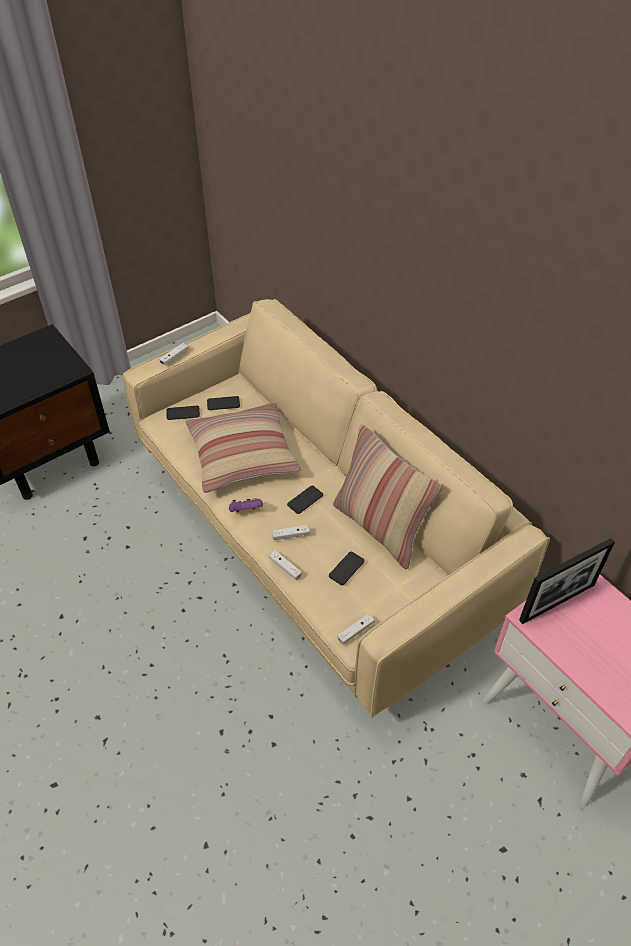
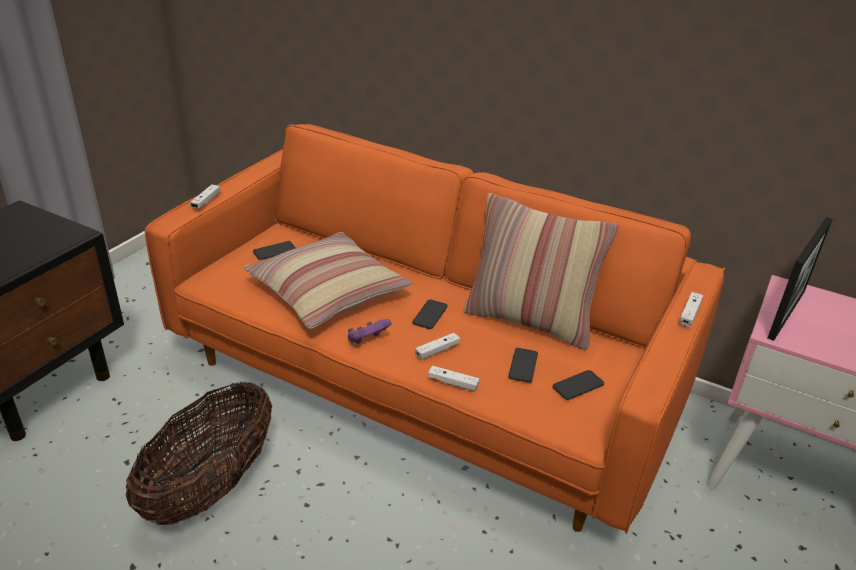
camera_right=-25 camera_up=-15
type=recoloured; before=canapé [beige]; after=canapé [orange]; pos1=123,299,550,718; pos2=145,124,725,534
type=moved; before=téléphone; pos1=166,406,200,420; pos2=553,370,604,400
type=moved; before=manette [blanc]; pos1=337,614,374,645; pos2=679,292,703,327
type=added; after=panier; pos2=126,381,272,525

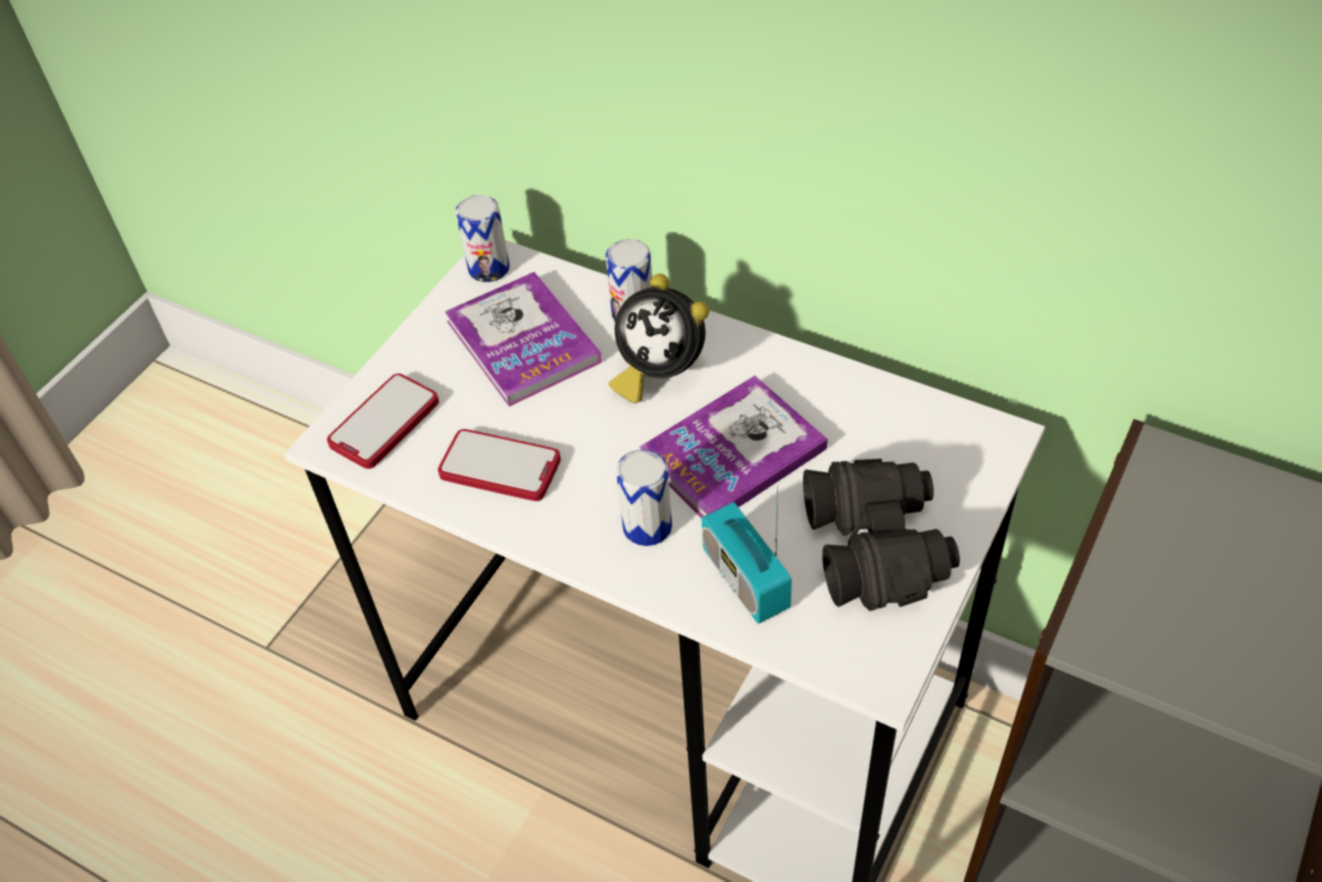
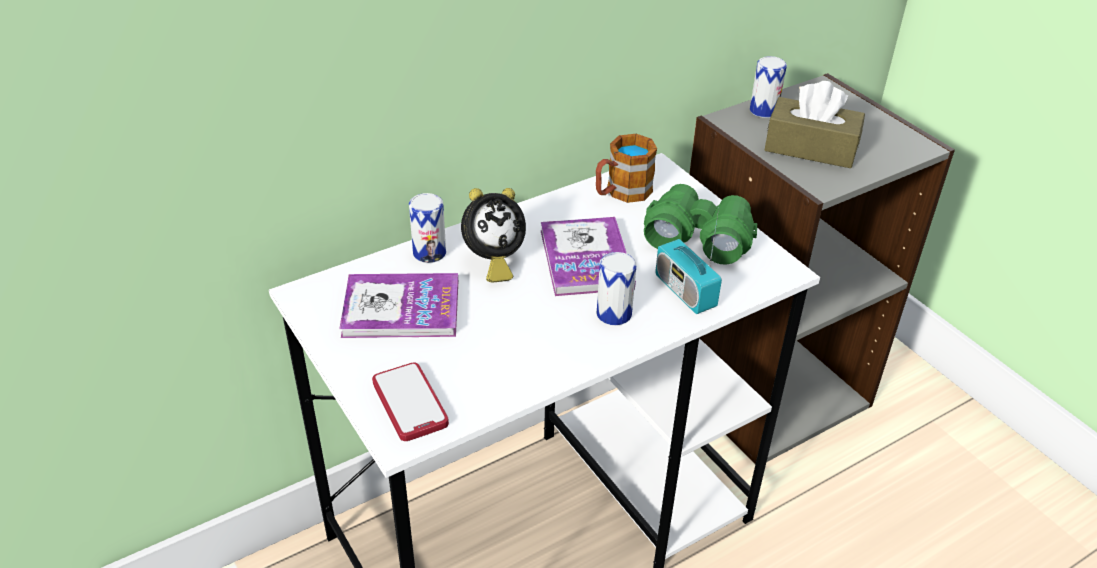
camera_right=-65 camera_up=-10
type=removed; before=téléphone; pos1=438,429,561,501
type=moved; before=boîte métallique; pos1=455,195,510,282; pos2=750,56,787,118
type=turned; before=radio; pos1=701,486,792,624; pos2=655,208,722,314; turn=60
type=recoloured; before=jumelles [noir]; after=jumelles [vert]; pos1=803,459,960,611; pos2=644,184,757,265
type=added; after=mug; pos2=596,134,657,203
type=added; after=boîte à mouchoirs [marron]; pos2=765,81,865,168

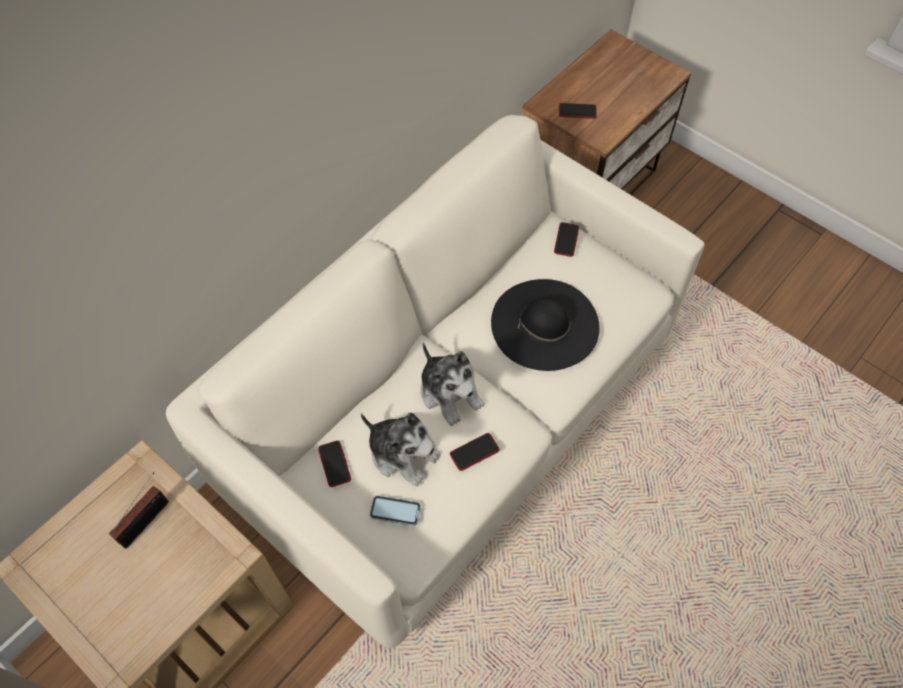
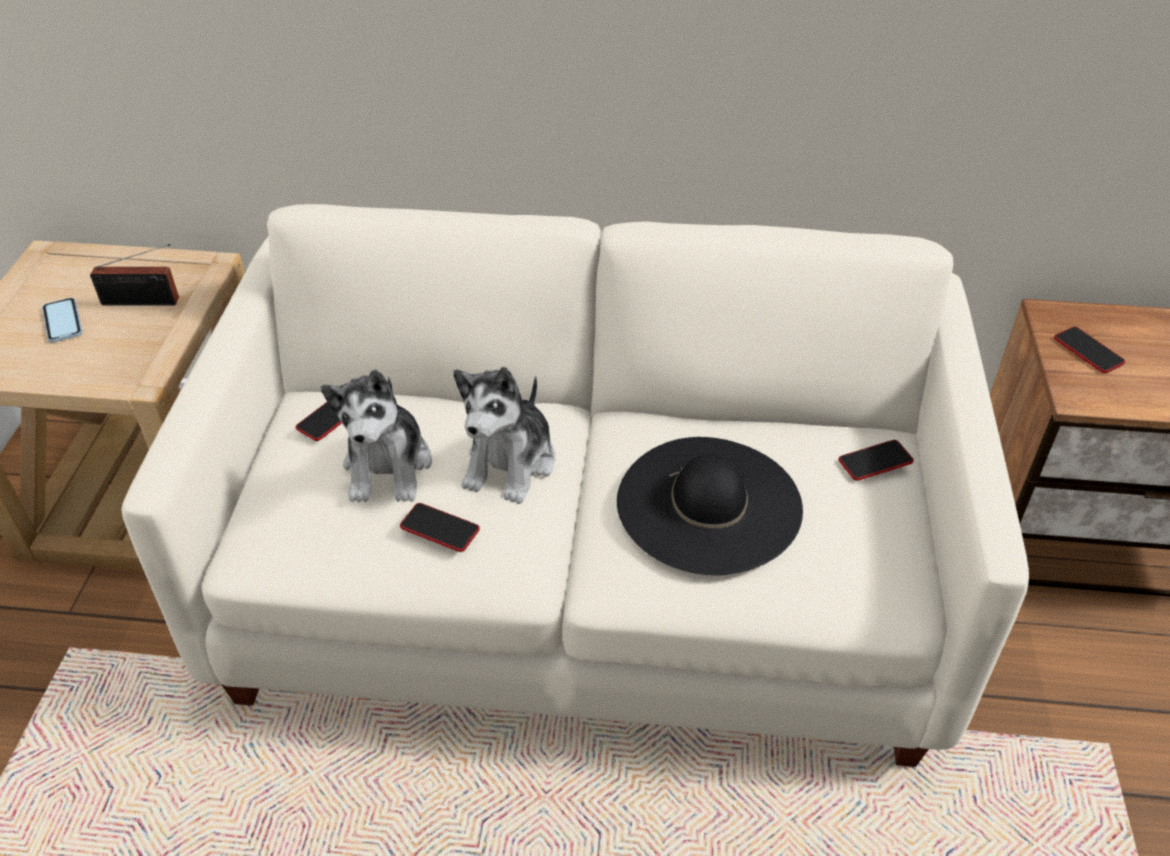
camera_right=55 camera_up=-15
type=moved; before=téléphone; pos1=370,495,421,526; pos2=42,298,83,343

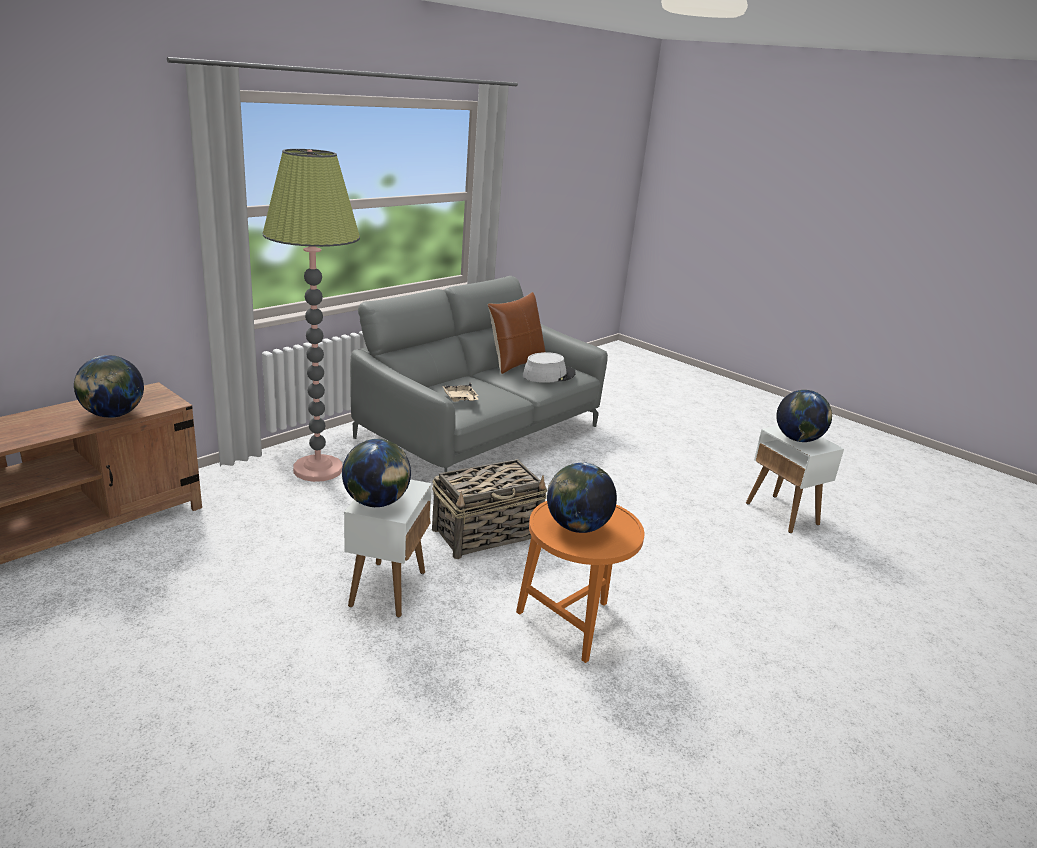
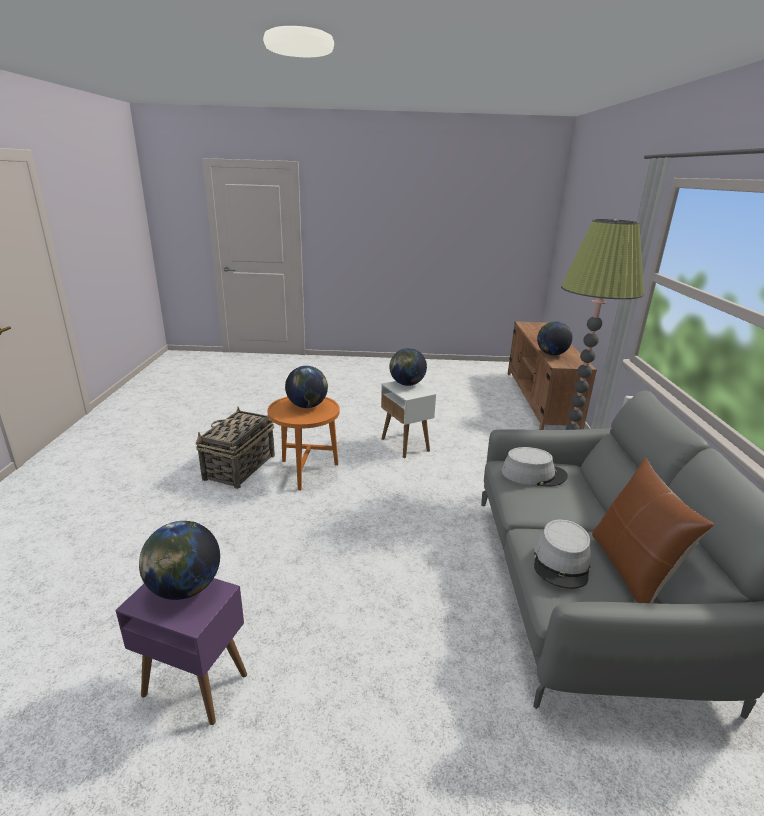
camera_right=140 camera_up=0
type=moved; before=panier; pos1=432,459,548,559; pos2=196,407,275,489
type=replaced; before=plateau [beige]; after=chapeau [gris]; pos1=442,383,479,402; pos2=501,447,568,486
type=recoloured; before=table d'appoint [blanc]; after=table d'appoint [violet]; pos1=746,426,844,533; pos2=116,578,247,725

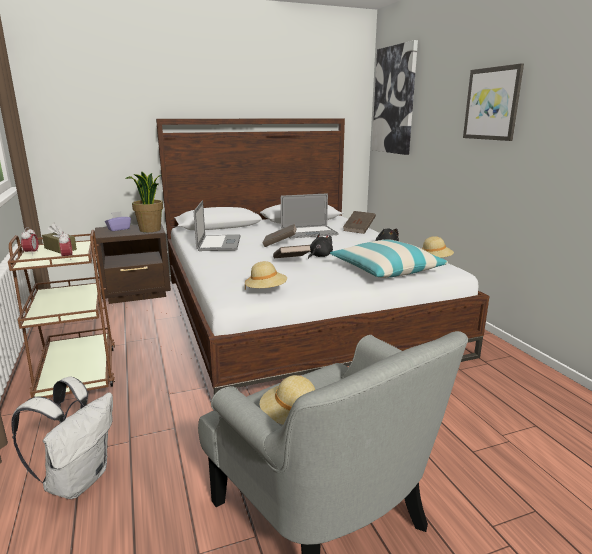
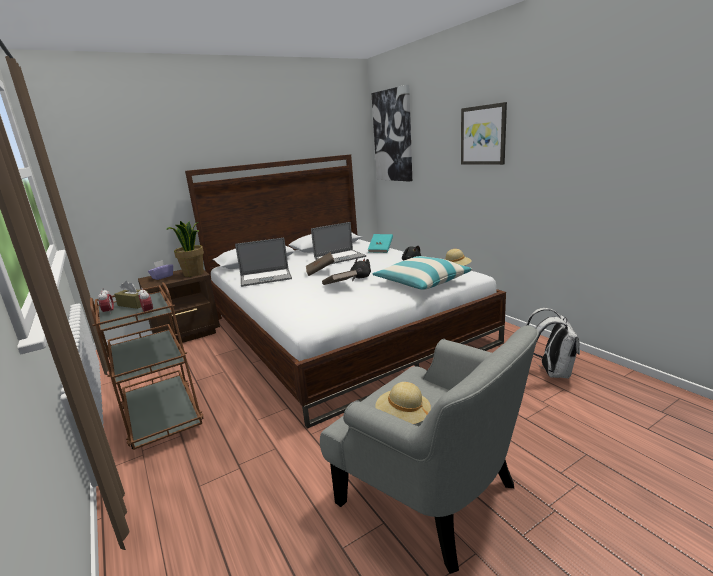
camera_right=-10 camera_up=0
type=moved; before=sac à dos [blanc]; pos1=11,376,113,499; pos2=526,308,580,379
type=turned; before=ordinateur portable; pos1=194,200,240,251; pos2=235,238,292,287; turn=90
type=removed; before=chapeau [beige]; pos1=245,261,287,289
type=recoloured; before=livre [marron]; after=livre [turquoise]; pos1=343,211,376,234; pos2=368,234,393,253

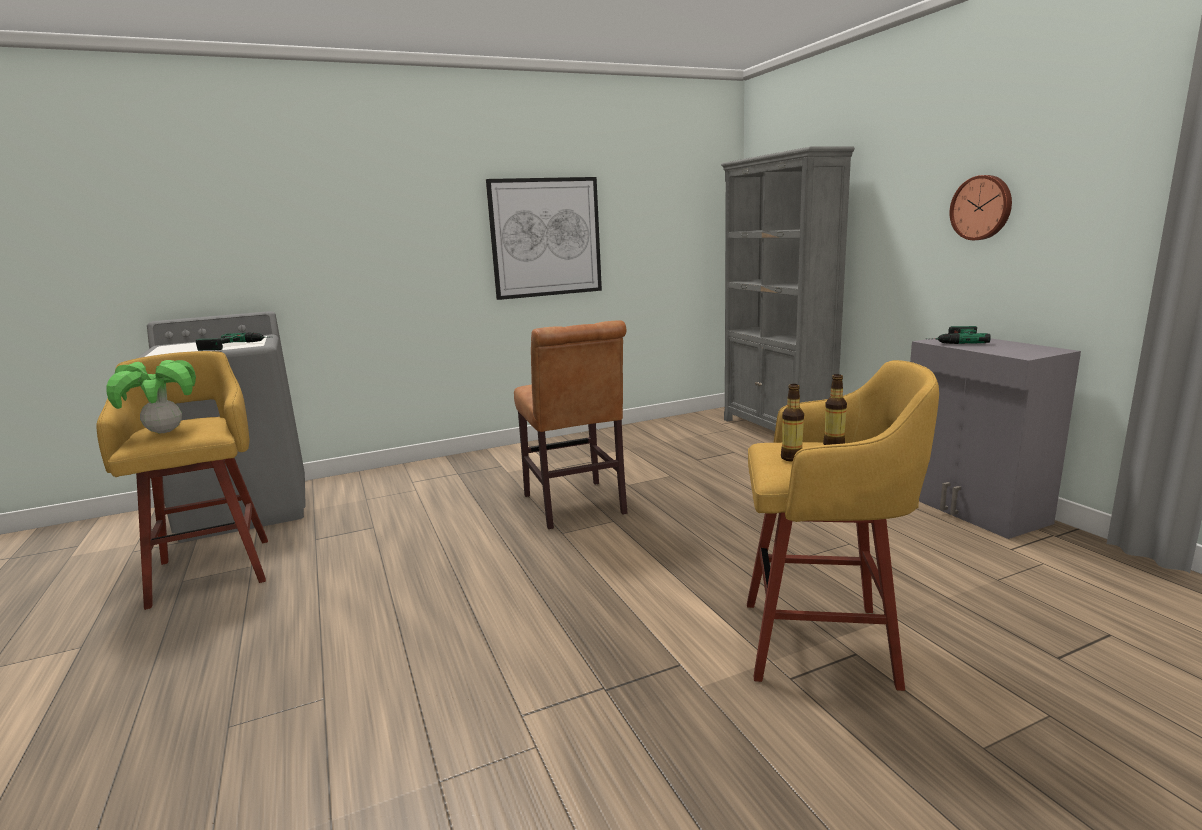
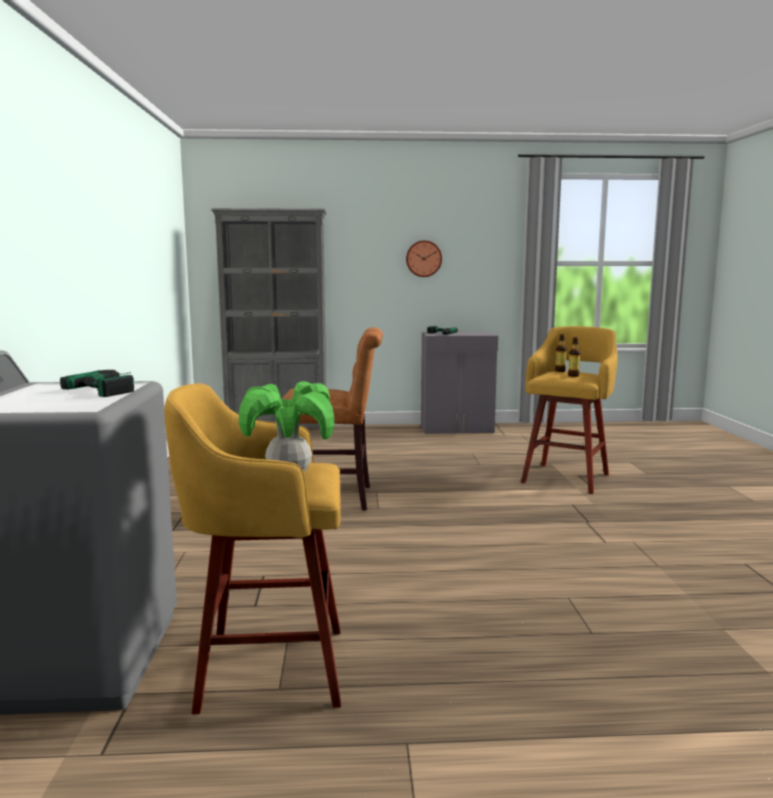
camera_right=-70 camera_up=-5
type=removed; before=tableau; pos1=486,177,602,300

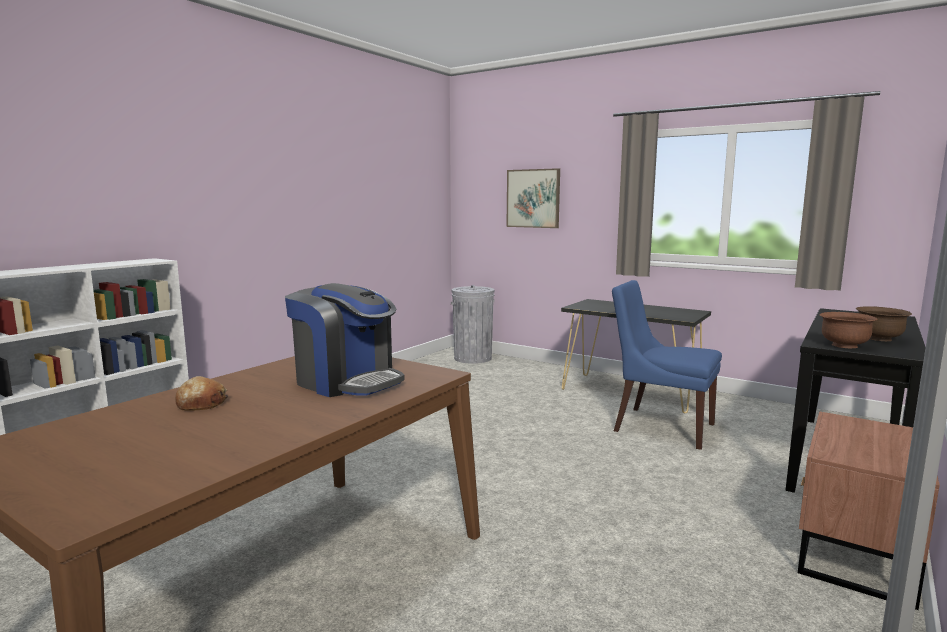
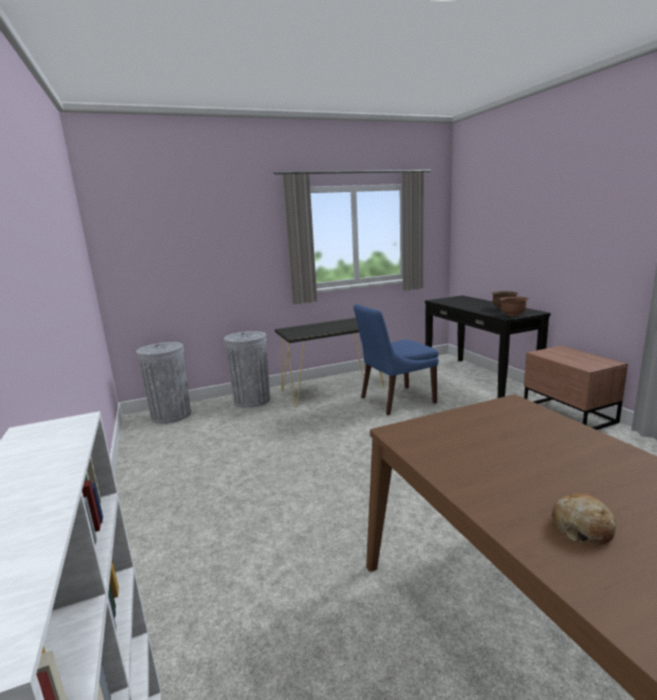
camera_right=-55 camera_up=5
type=removed; before=machine à café; pos1=285,283,405,397
type=removed; before=tableau; pos1=506,168,560,228
type=added; after=poubelle [gris]; pos2=224,331,270,408

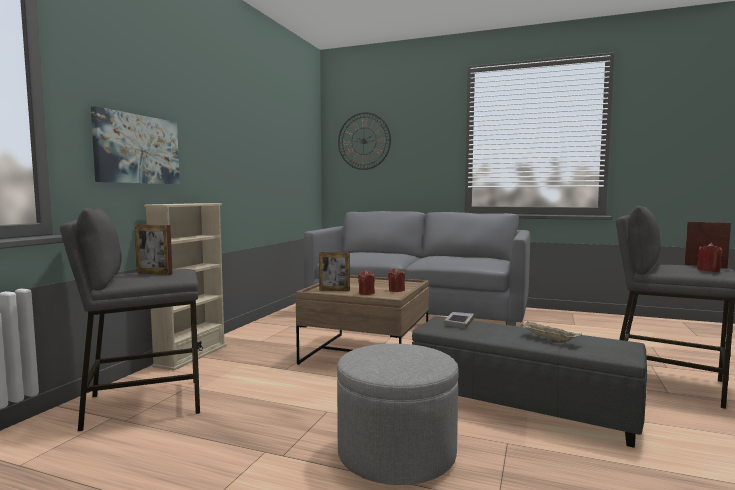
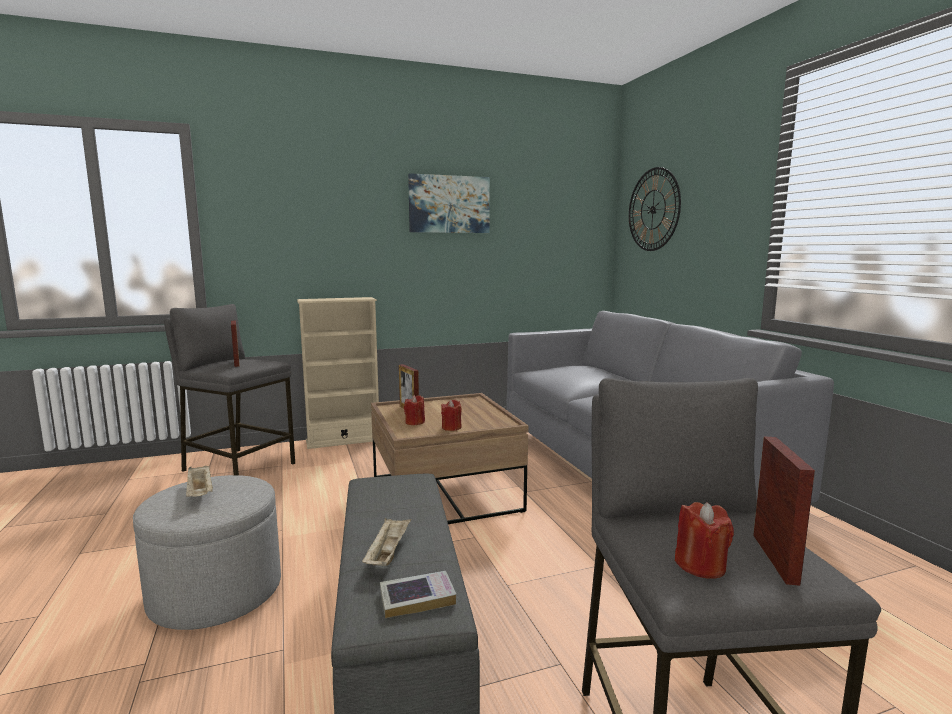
camera_right=50 camera_up=5
type=moved; before=tableau; pos1=91,106,180,184; pos2=408,173,490,233
type=moved; before=livre; pos1=444,312,474,329; pos2=380,571,456,618
type=added; after=plateau [beige]; pos2=186,465,213,497

